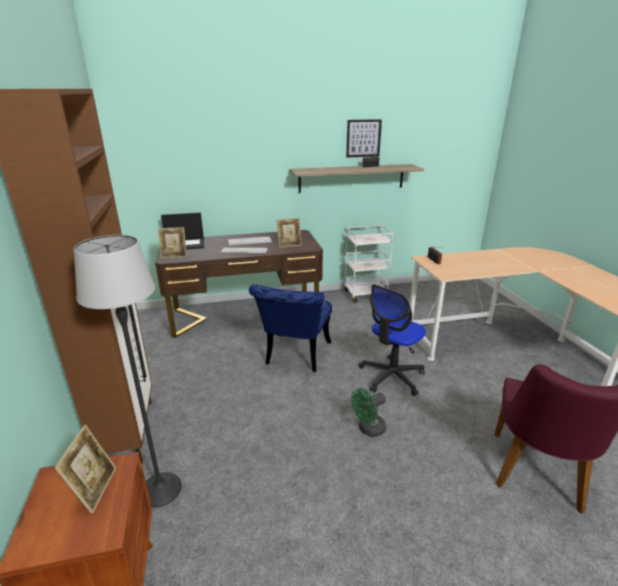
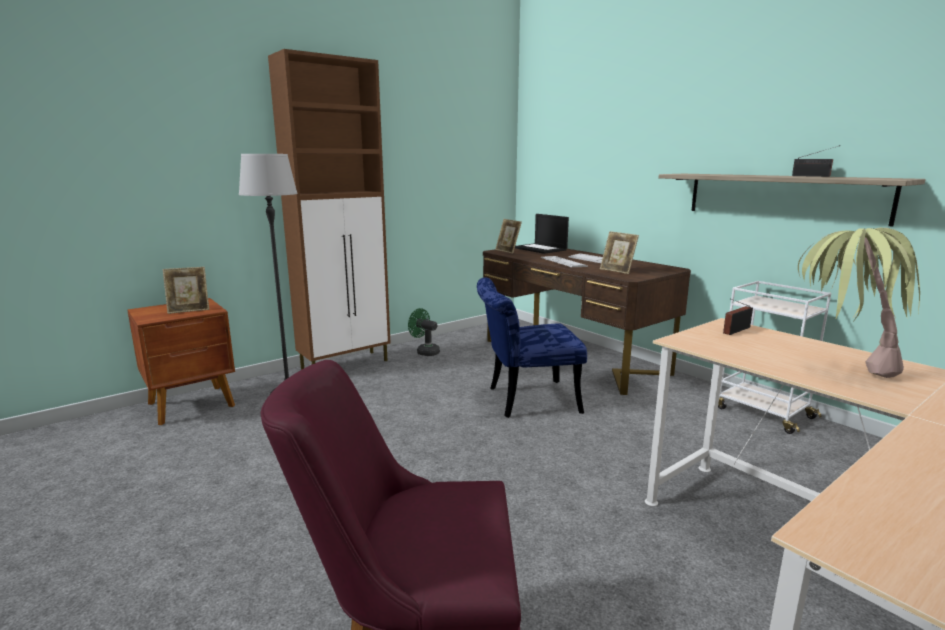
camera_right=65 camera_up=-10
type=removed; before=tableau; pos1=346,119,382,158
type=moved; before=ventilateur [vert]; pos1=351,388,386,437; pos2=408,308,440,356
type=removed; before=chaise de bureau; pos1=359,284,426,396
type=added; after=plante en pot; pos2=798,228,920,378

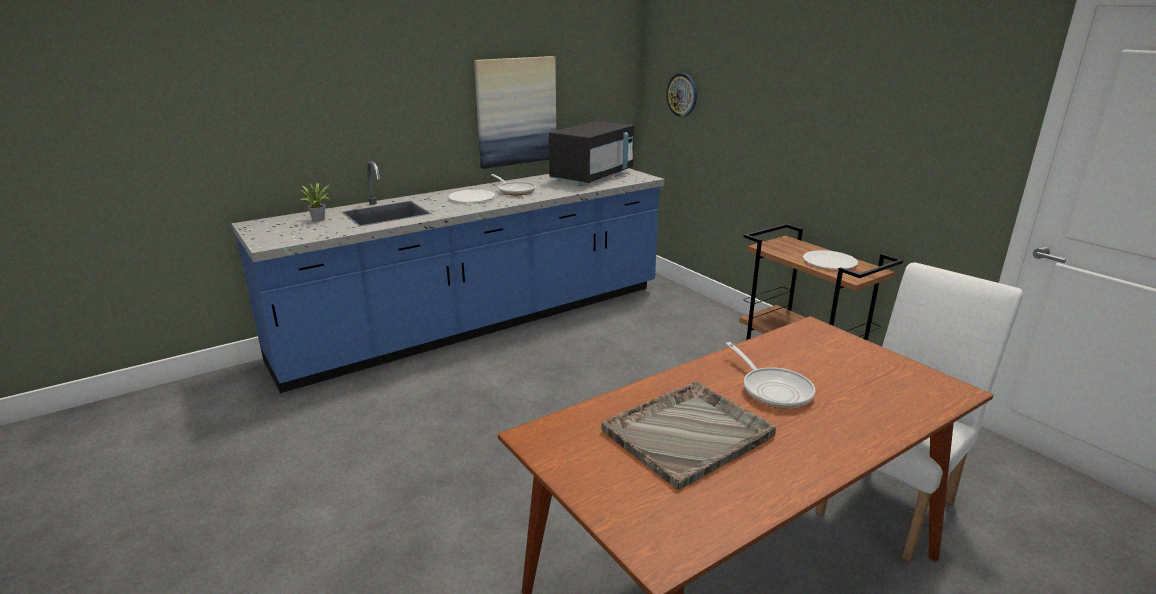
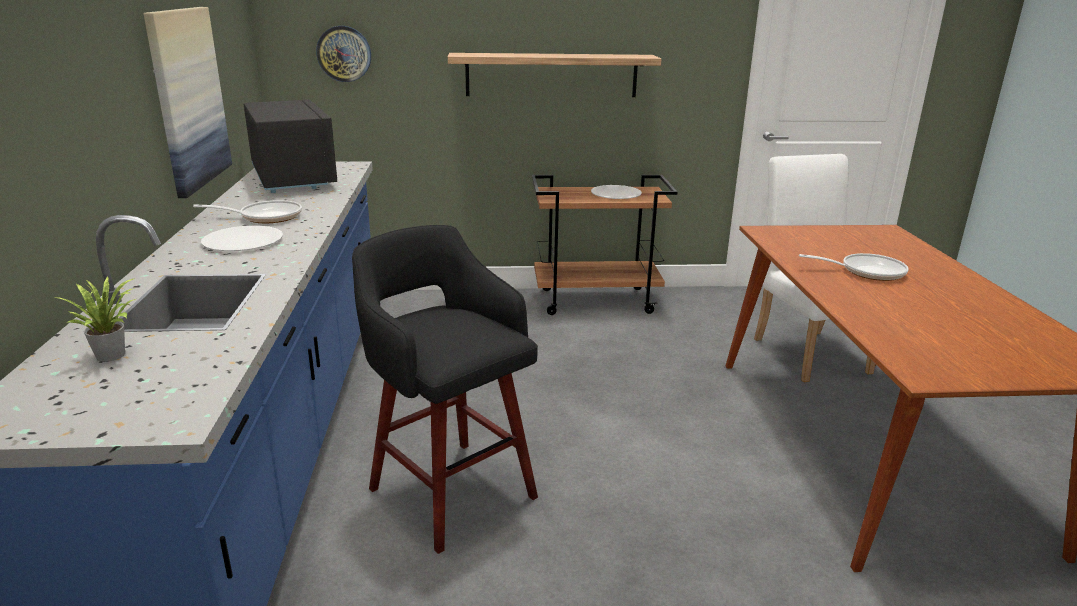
camera_right=-60 camera_up=0
type=removed; before=plateau [gris]; pos1=601,381,776,490
type=added; after=tabouret [noir]; pos2=352,225,538,554
type=added; after=étagère; pos2=448,53,662,97

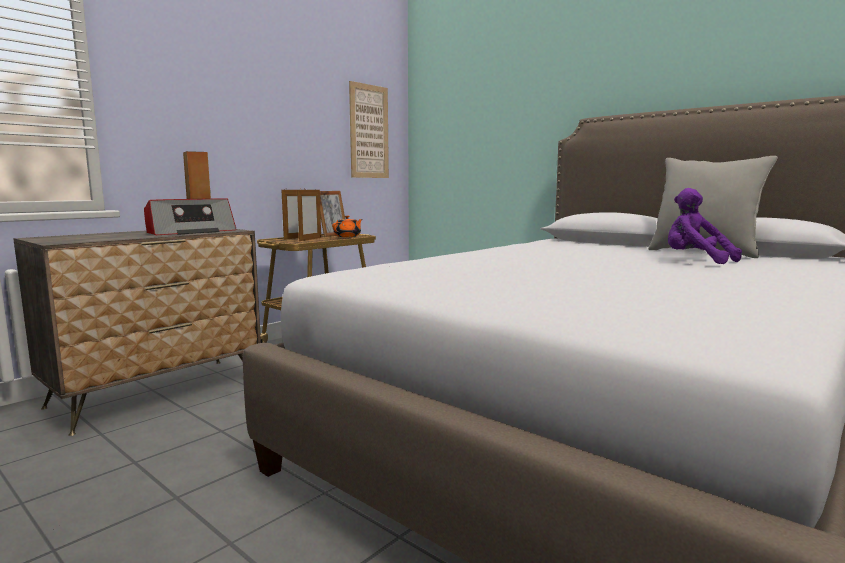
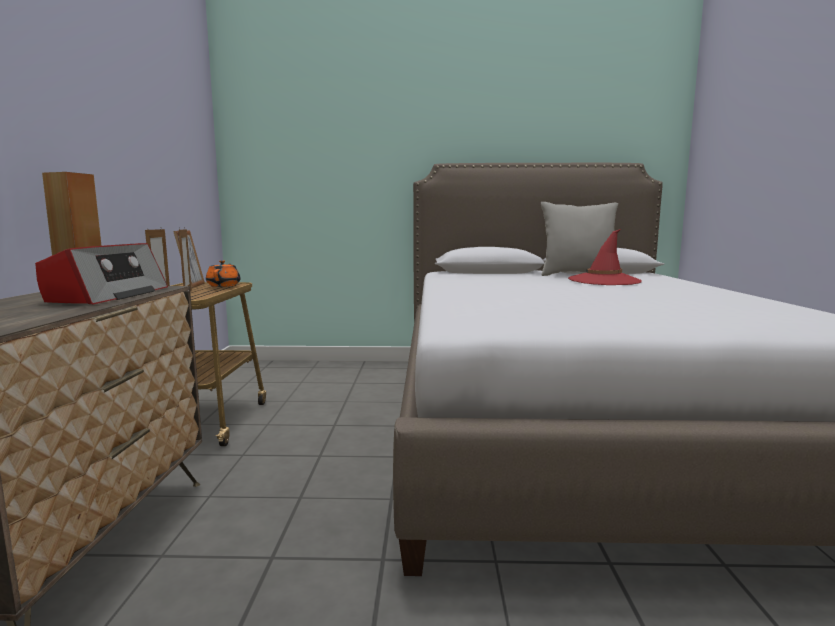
camera_right=-40 camera_up=0
type=removed; before=tableau; pos1=349,81,389,178
type=replaced; before=peluche [violet]; after=chapeau [rouge]; pos1=668,188,742,264; pos2=568,229,642,285

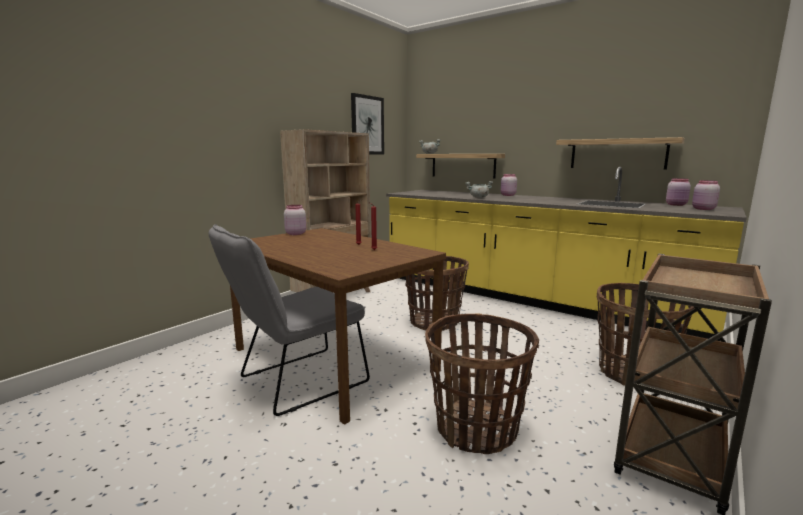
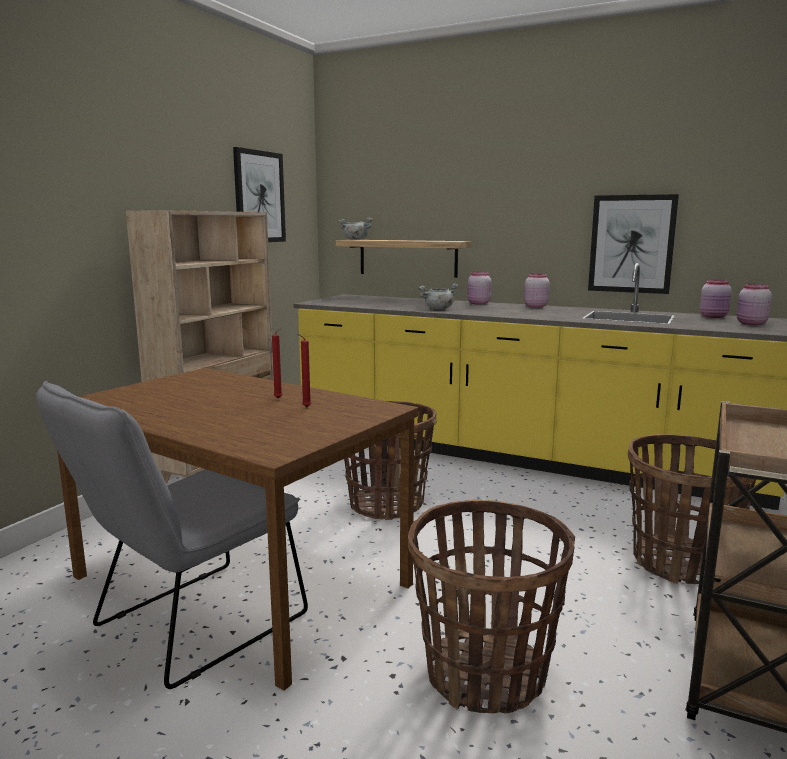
camera_right=-10 camera_up=0
type=moved; before=bocal [rose]; pos1=284,205,306,235; pos2=524,273,550,308
type=replaced; before=étagère; after=tableau; pos1=556,137,685,170; pos2=588,194,679,294

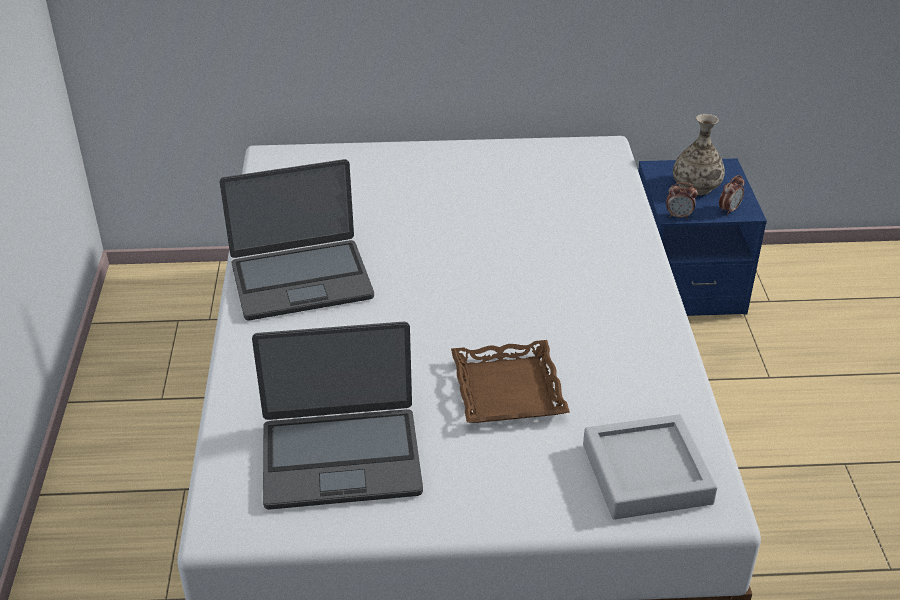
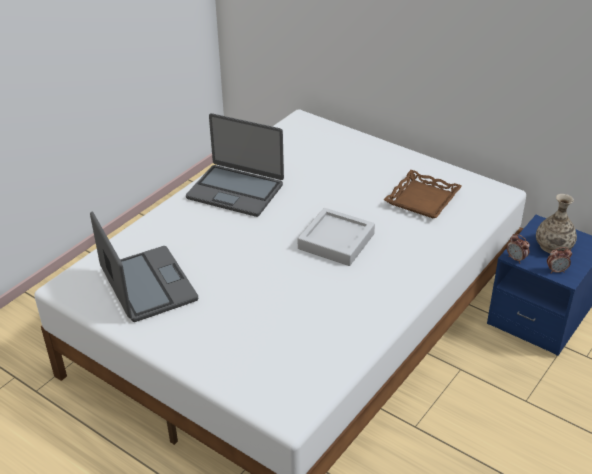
camera_right=40 camera_up=0
type=turned; before=ordinateur portable; pos1=252,322,423,510; pos2=90,212,198,322; turn=-150
type=moved; before=plateau [marron]; pos1=451,340,570,423; pos2=384,170,462,218
type=moved; before=plateau [gris]; pos1=583,414,717,520; pos2=298,208,375,266

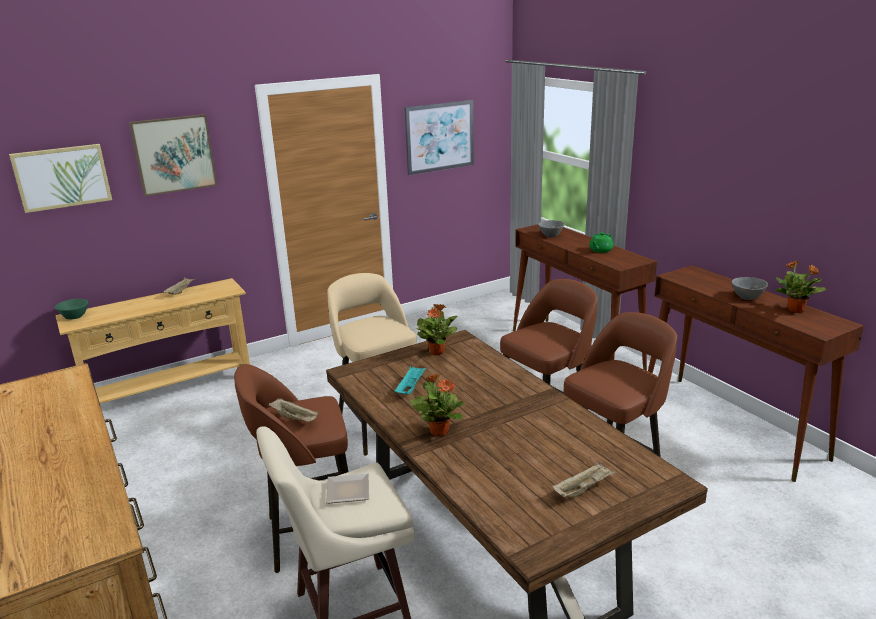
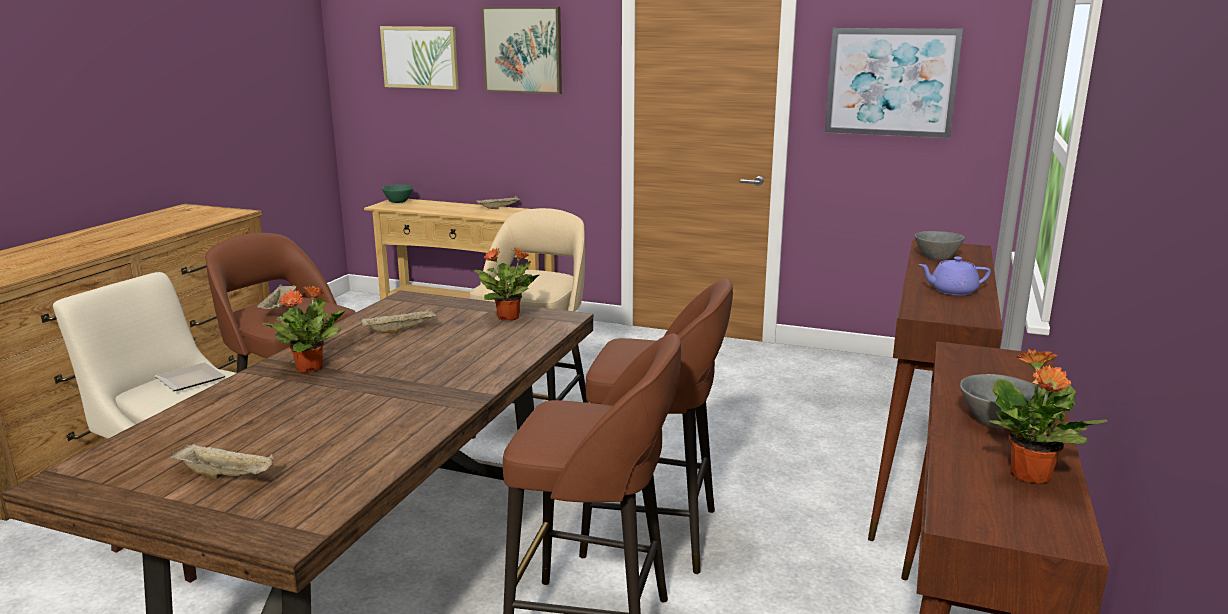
camera_right=50 camera_up=-5
type=recoloured; before=plateau [turquoise]; after=plateau [beige]; pos1=395,366,426,394; pos2=361,308,438,333
type=recoloured; before=théière [vert]; after=théière [violet]; pos1=589,232,614,253; pos2=918,257,991,295

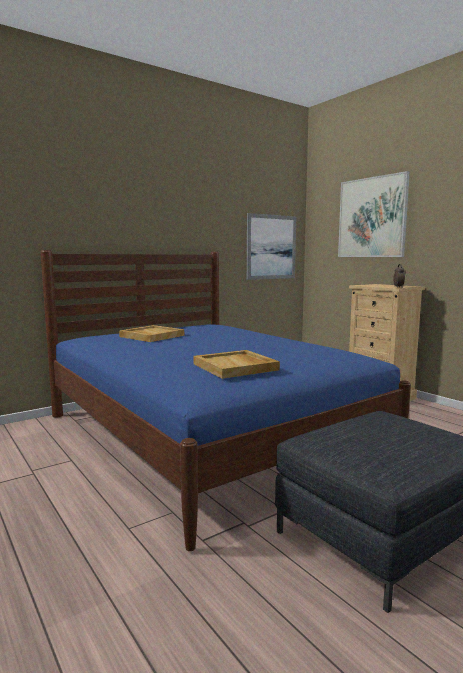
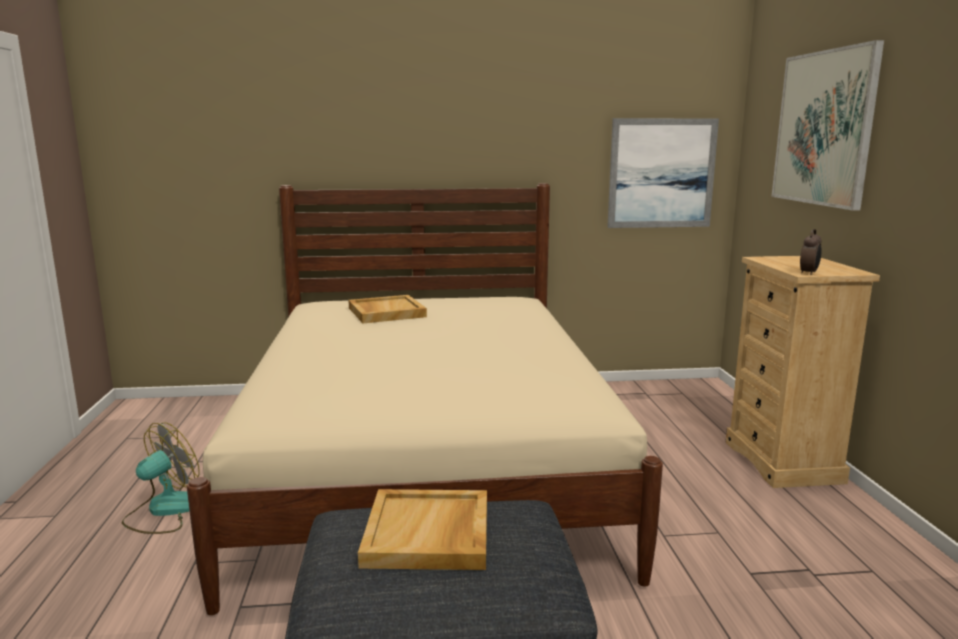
camera_right=30 camera_up=5
type=recoloured; before=lit [bleu]; after=lit [beige]; pos1=41,250,411,551; pos2=187,183,663,615
type=moved; before=plateau [beige]; pos1=194,350,280,379; pos2=358,489,487,570
type=added; after=ventilateur; pos2=122,423,200,534

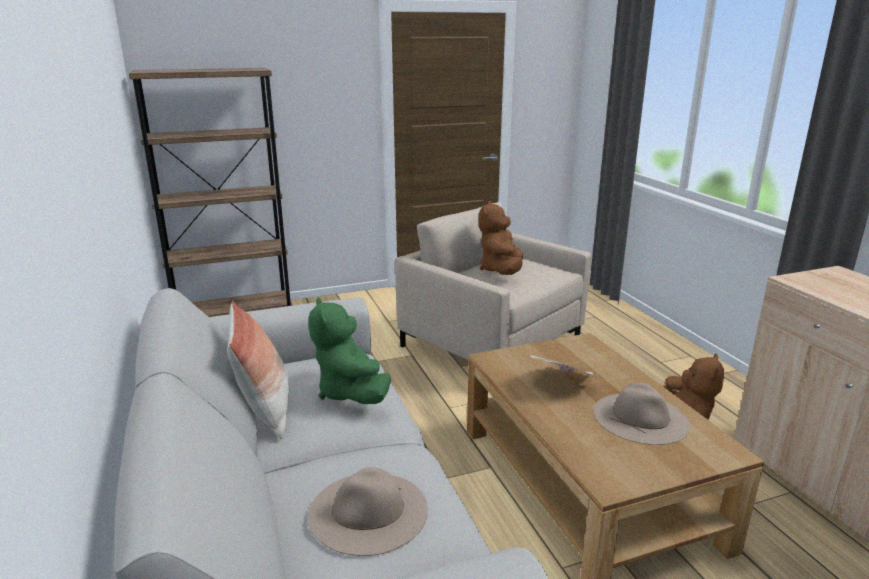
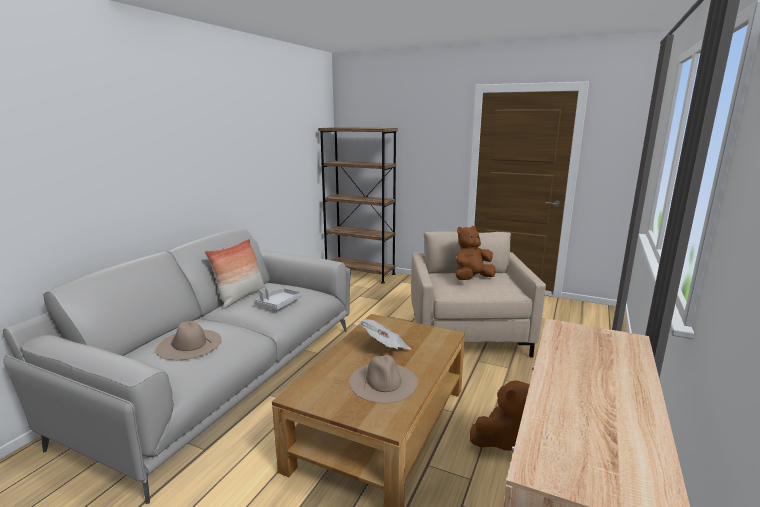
camera_right=45 camera_up=-5
type=replaced; before=peluche [vert]; after=plateau [gris]; pos1=309,297,391,404; pos2=255,288,302,310

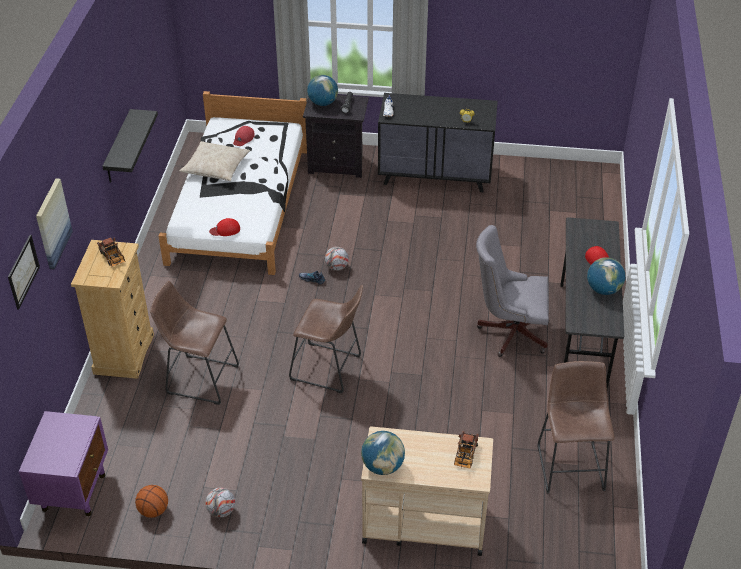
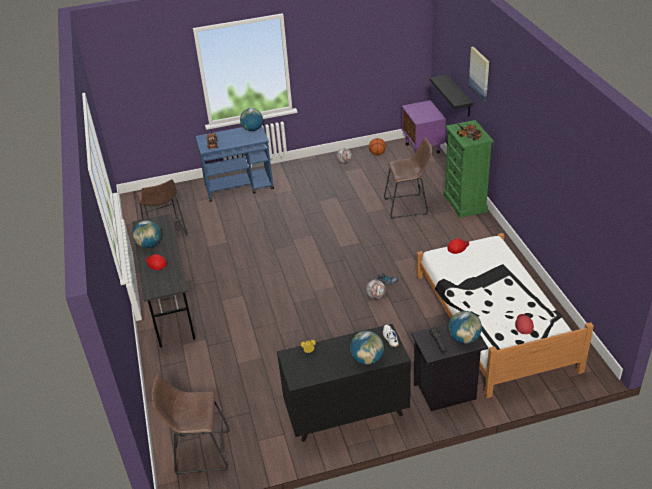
camera_right=160 camera_up=-5
type=removed; before=tableau; pos1=8,235,40,309
type=recoloured; before=commode [beige]; after=commode [vert]; pos1=71,240,154,379; pos2=444,120,494,218
type=moved; before=étagère [noir]; pos1=102,109,158,183; pos2=430,75,473,116
type=removed; before=coussin [beige]; pos1=180,141,250,181
type=moved; before=tabouret [marron]; pos1=289,285,363,394; pos2=151,374,229,475
type=recoloured; before=chariot [beige]; after=chariot [bleu]; pos1=361,426,493,556; pos2=195,126,274,202
type=removed; before=chaise de bureau [gris]; pos1=476,225,550,357
type=added; after=globe; pos2=350,331,384,365

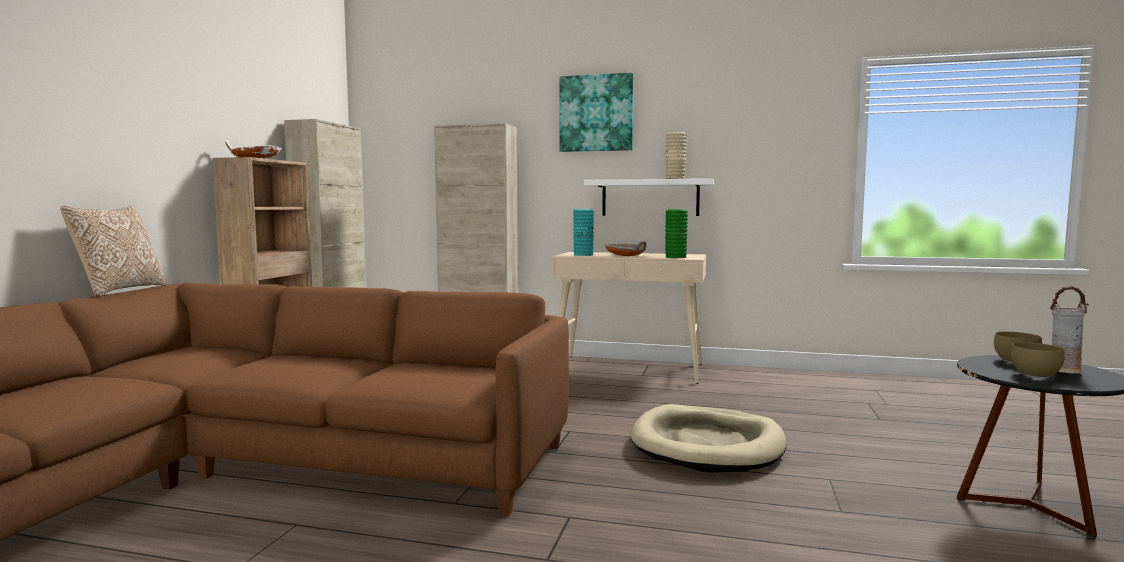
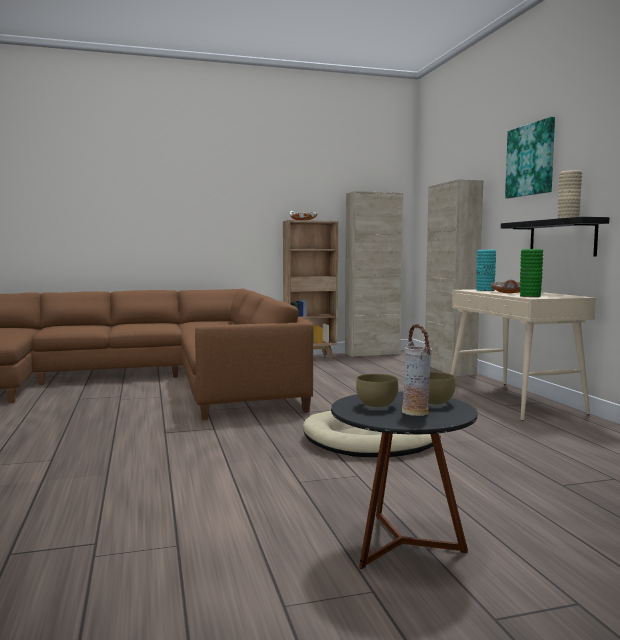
camera_right=60 camera_up=0
type=removed; before=coussin; pos1=60,206,167,296
type=recoloured; before=étagère [blanc]; after=étagère [noir]; pos1=584,178,714,216; pos2=501,217,609,257

